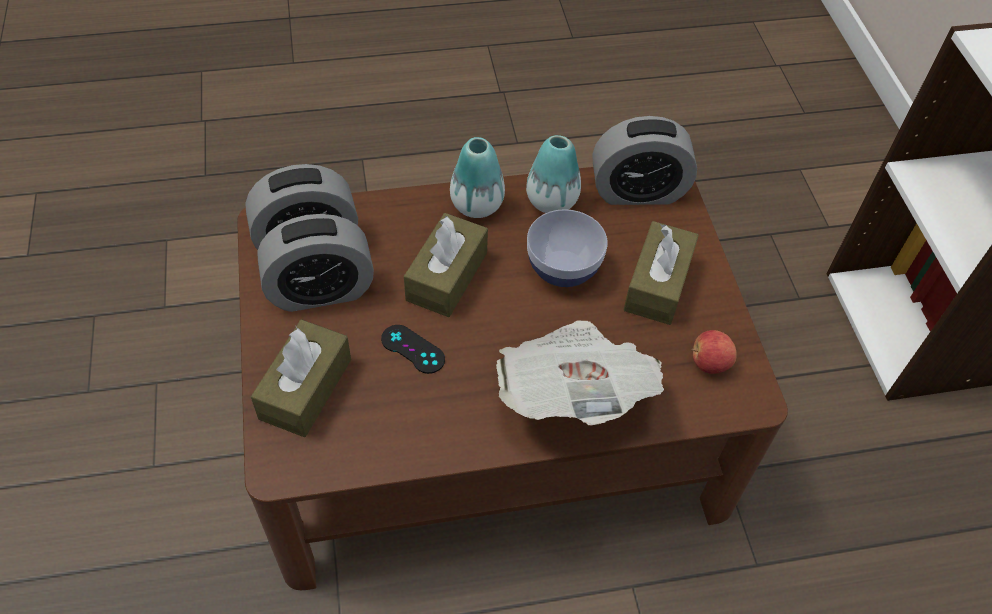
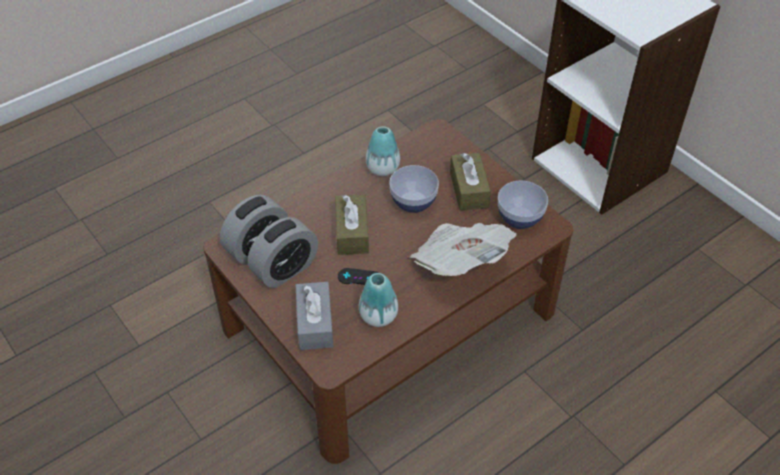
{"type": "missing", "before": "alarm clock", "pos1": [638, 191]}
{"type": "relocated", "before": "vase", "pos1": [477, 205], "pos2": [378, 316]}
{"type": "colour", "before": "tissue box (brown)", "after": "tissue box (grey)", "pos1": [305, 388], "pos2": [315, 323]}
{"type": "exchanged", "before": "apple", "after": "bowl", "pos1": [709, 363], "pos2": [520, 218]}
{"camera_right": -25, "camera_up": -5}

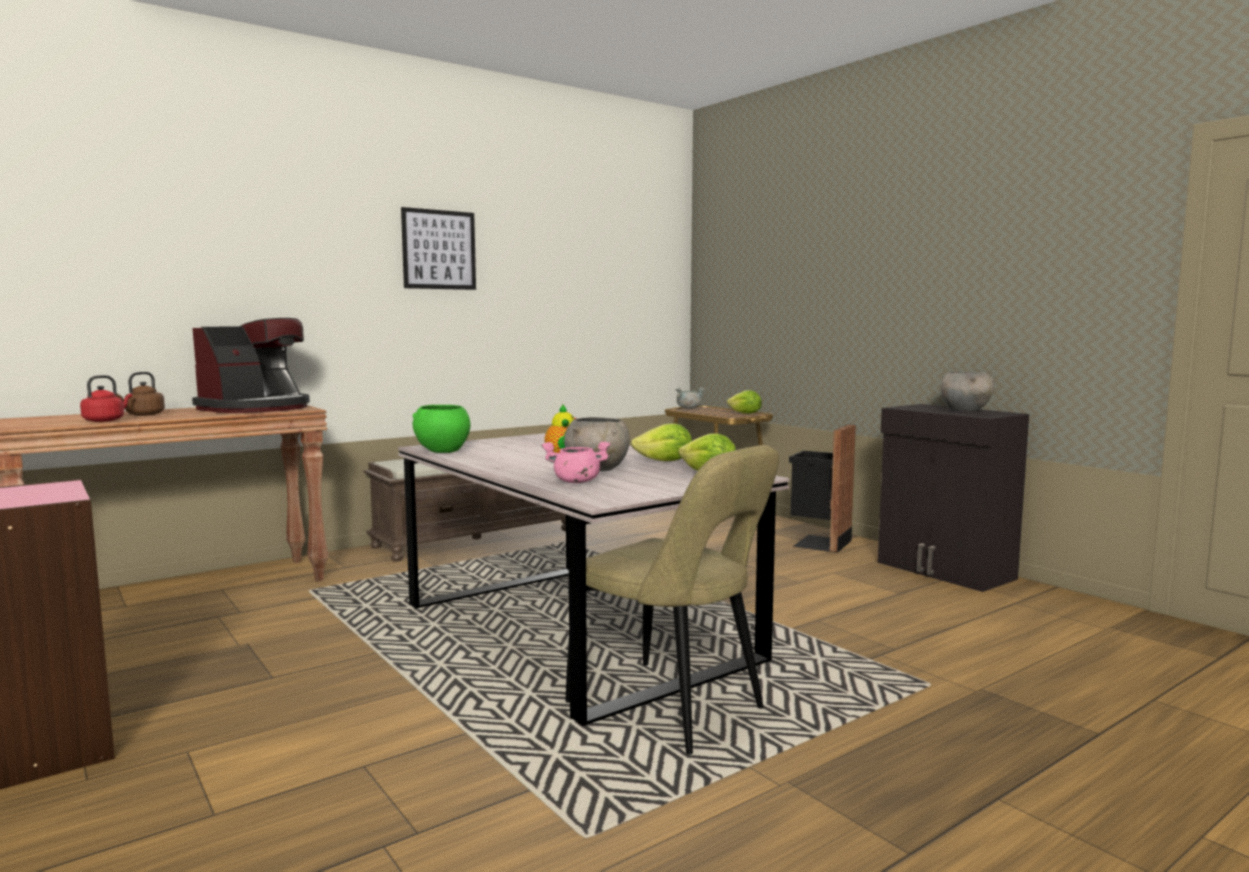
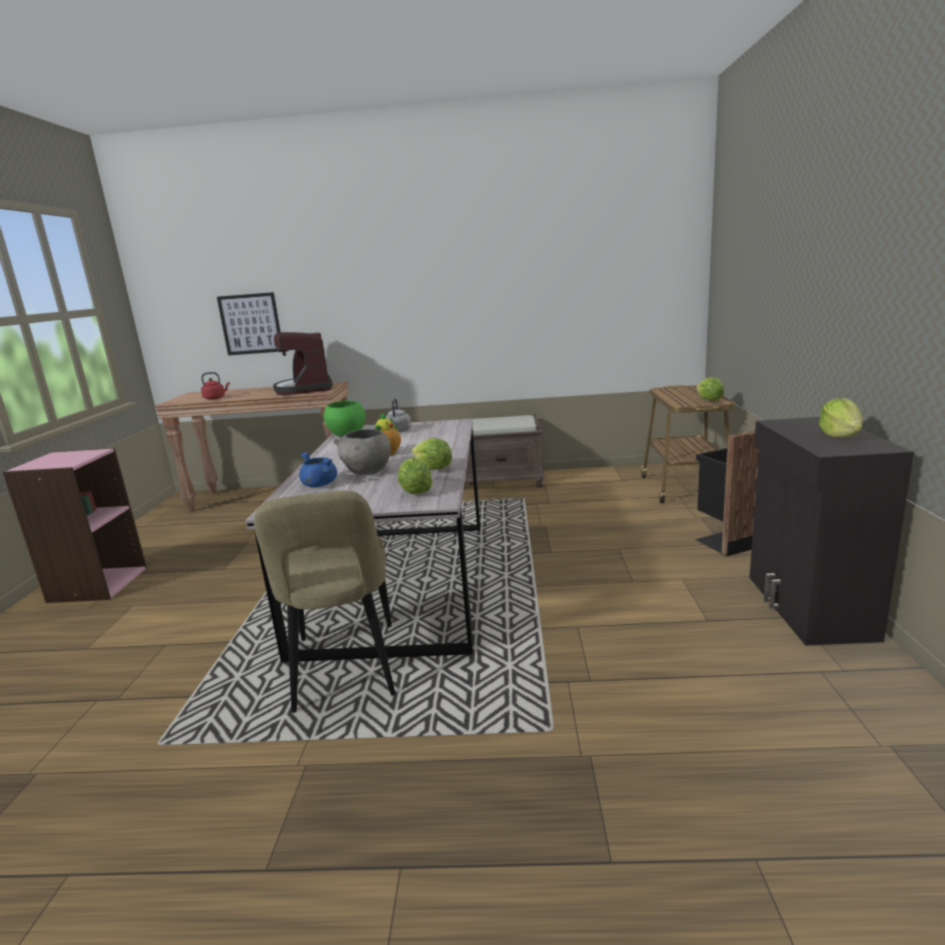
{"type": "relocated", "before": "picture", "pos1": [439, 249], "pos2": [250, 324]}
{"type": "spun", "before": "coffee machine", "pos1": [256, 408], "pos2": [305, 389], "turn": 90}
{"type": "missing", "before": "kettle (brown)", "pos1": [143, 415]}
{"type": "exchanged", "before": "bowl (grey)", "after": "lettuce", "pos1": [965, 410], "pos2": [840, 436]}
{"type": "missing", "before": "cooking pot (grey)", "pos1": [689, 408]}
{"type": "colour", "before": "cooking pot (pink)", "after": "cooking pot (blue)", "pos1": [575, 482], "pos2": [319, 485]}
{"type": "appeared", "after": "kettle (grey)", "pos2": [398, 431]}
{"camera_right": 40, "camera_up": 10}

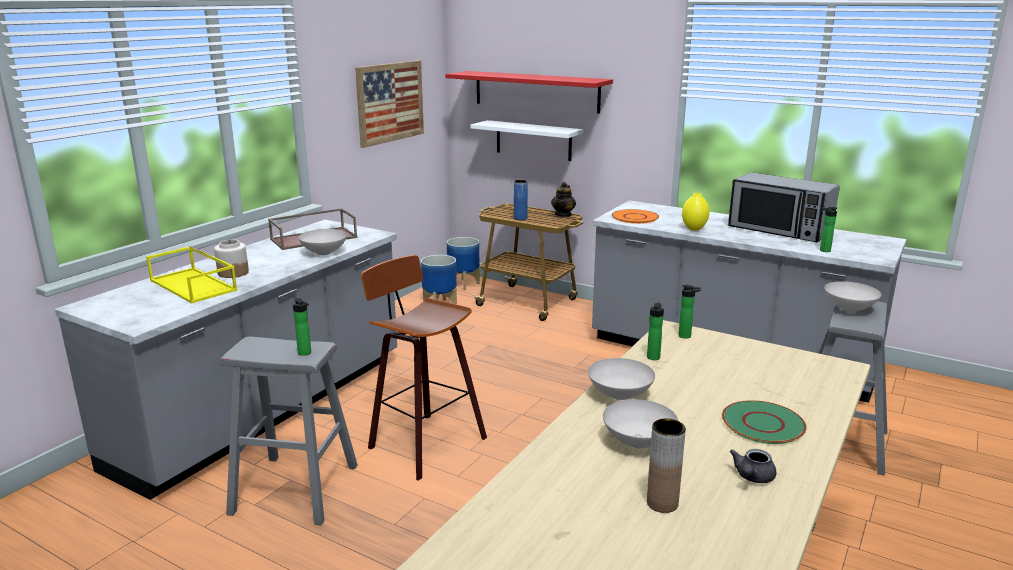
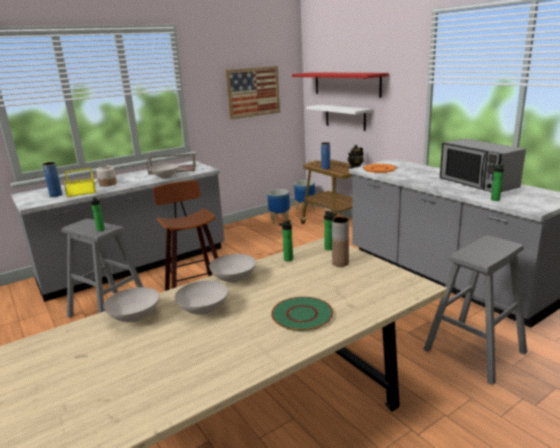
{"type": "missing", "before": "vase (yellow)", "pos1": [694, 229]}
{"type": "relocated", "before": "bowl (white)", "pos1": [848, 308], "pos2": [135, 317]}
{"type": "relocated", "before": "vase (brown)", "pos1": [662, 503], "pos2": [340, 263]}
{"type": "missing", "before": "teapot (grey)", "pos1": [752, 477]}
{"type": "appeared", "after": "vase (blue)", "pos2": [56, 195]}
{"camera_right": 25, "camera_up": 0}

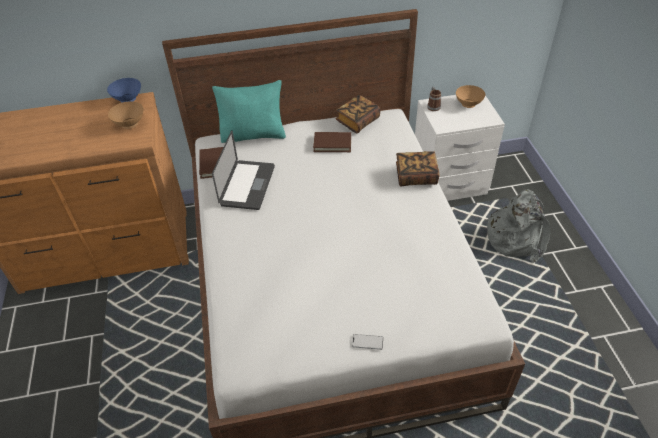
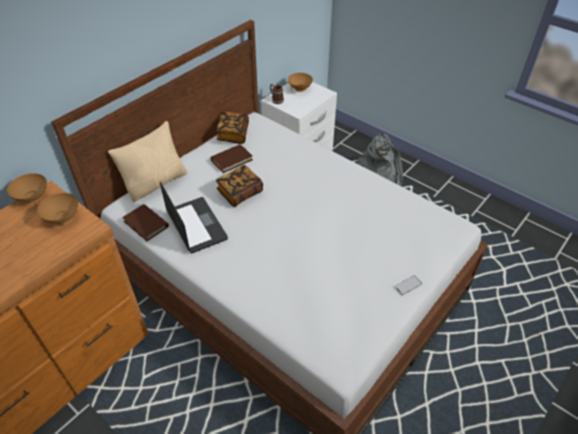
{"type": "colour", "before": "bowl (blue)", "after": "bowl (brown)", "pos1": [128, 100], "pos2": [32, 198]}
{"type": "colour", "before": "pillow (turquoise)", "after": "pillow (beige)", "pos1": [254, 135], "pos2": [156, 183]}
{"type": "relocated", "before": "book", "pos1": [416, 176], "pos2": [240, 193]}
{"camera_right": -40, "camera_up": 0}

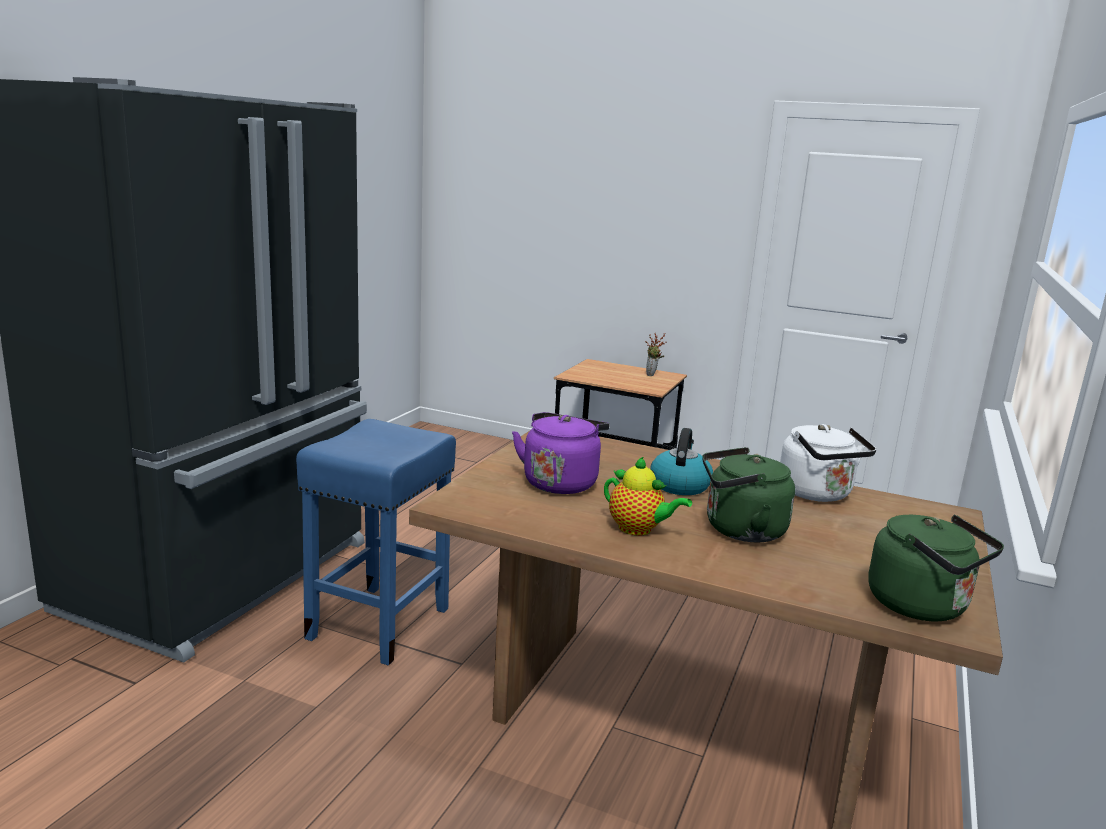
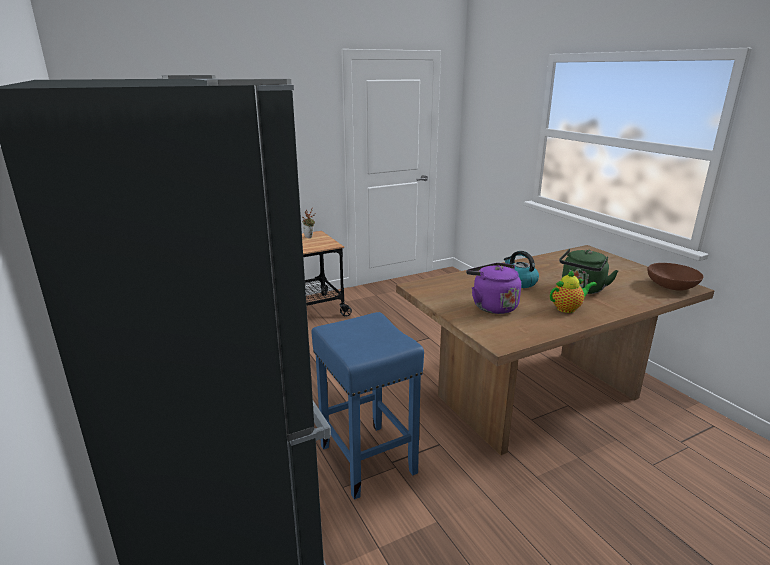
{"type": "missing", "before": "kettle (white)", "pos1": [818, 494]}
{"type": "exchanged", "before": "kettle (green)", "after": "bowl (brown)", "pos1": [923, 606], "pos2": [671, 286]}
{"camera_right": -50, "camera_up": 5}

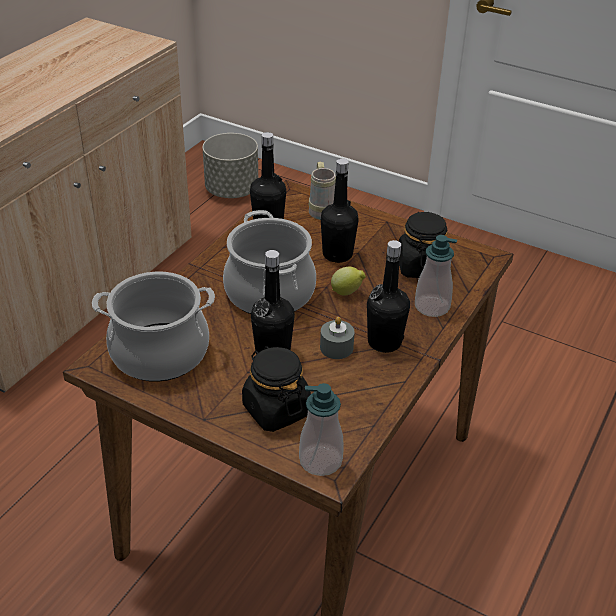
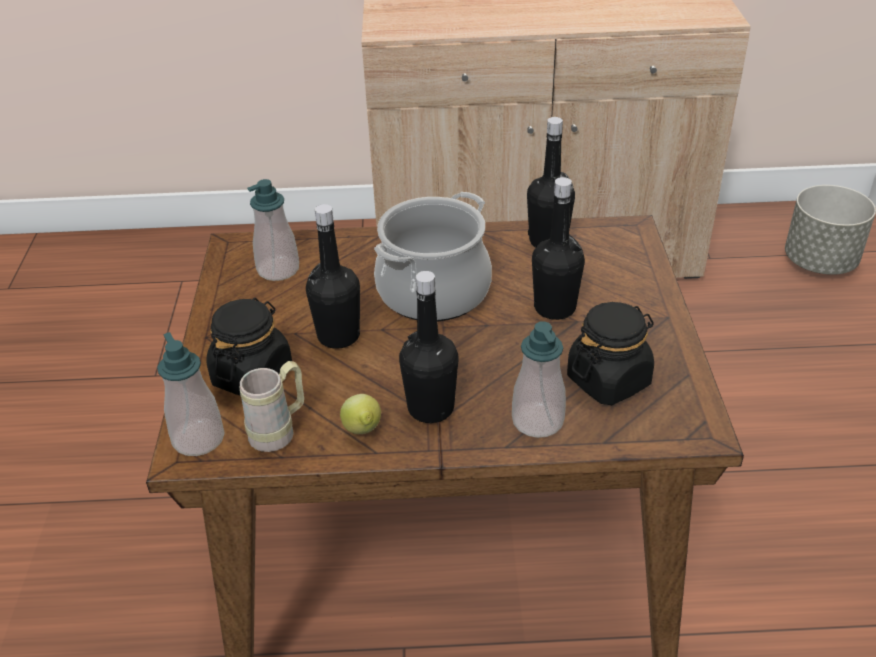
{"type": "relocated", "before": "mug (beige)", "pos1": [321, 209], "pos2": [280, 432]}
{"type": "relocated", "before": "lemon", "pos1": [347, 292], "pos2": [363, 431]}
{"type": "exchanged", "before": "cooking pot", "after": "soap dispenser", "pos1": [160, 352], "pos2": [278, 269]}
{"type": "missing", "before": "candle (grey)", "pos1": [336, 347]}
{"camera_right": 60, "camera_up": 0}

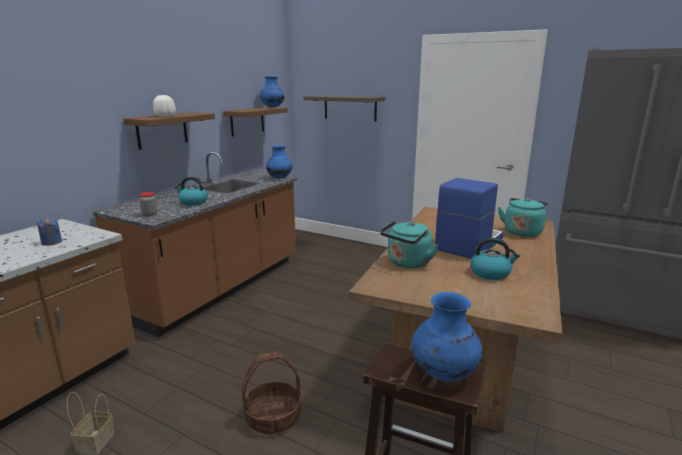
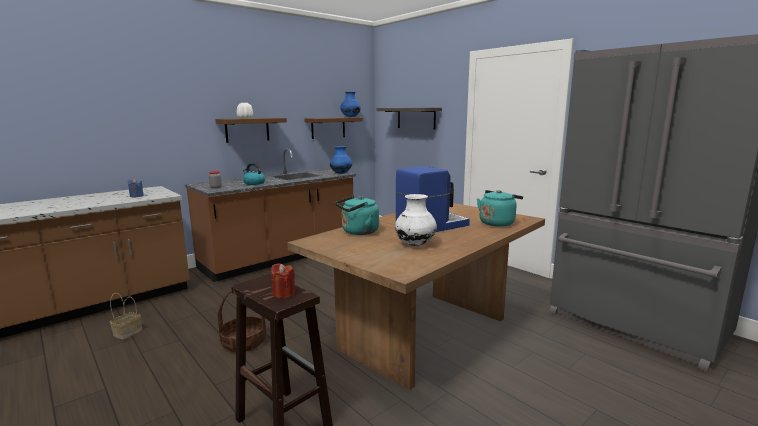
{"type": "exchanged", "before": "kettle", "after": "vase (white)", "pos1": [491, 273], "pos2": [415, 244]}
{"type": "exchanged", "before": "vase (blue)", "after": "candle (red)", "pos1": [443, 373], "pos2": [283, 293]}
{"camera_right": 20, "camera_up": -5}

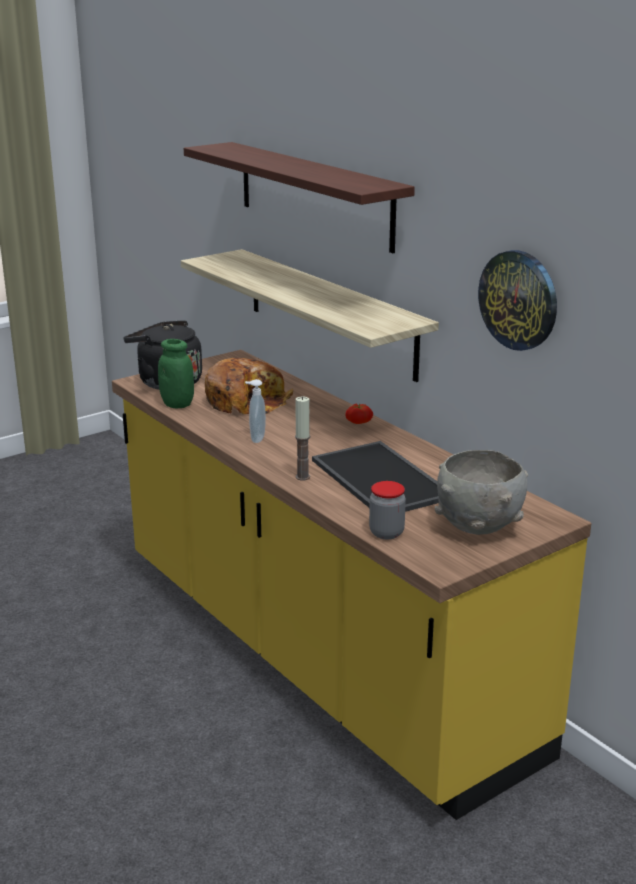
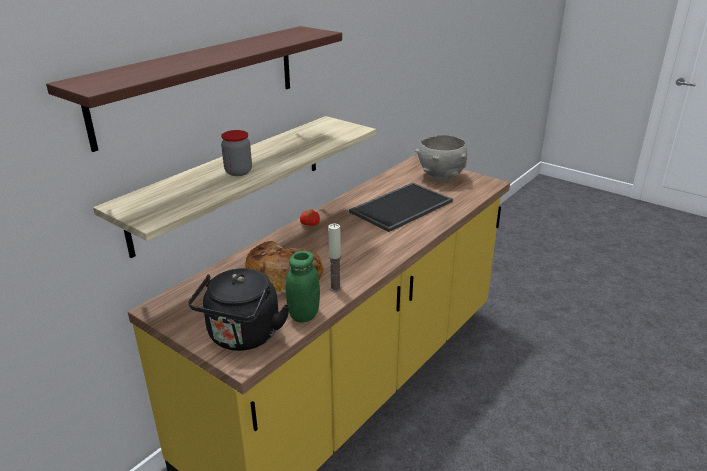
{"type": "missing", "before": "wall clock", "pos1": [519, 300]}
{"type": "missing", "before": "soap dispenser", "pos1": [256, 438]}
{"type": "relocated", "before": "candle", "pos1": [302, 477], "pos2": [335, 288]}
{"type": "relocated", "before": "jar", "pos1": [386, 533], "pos2": [238, 172]}
{"camera_right": -105, "camera_up": 5}

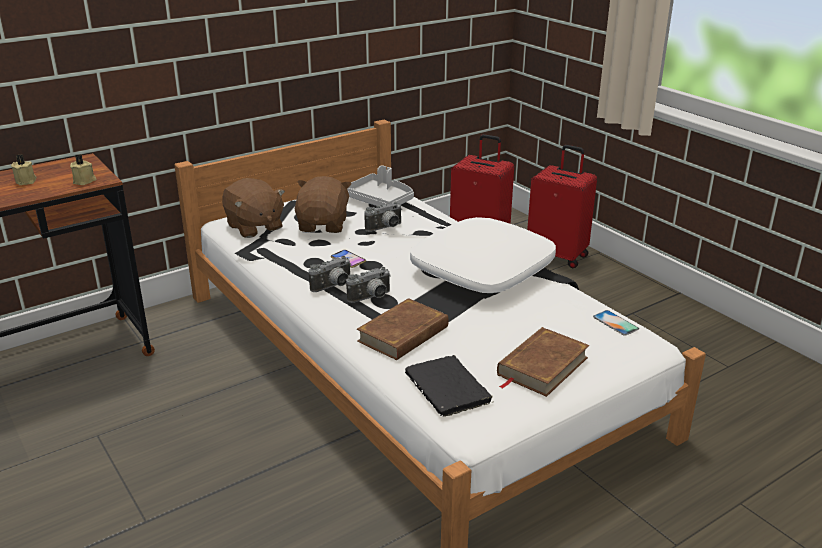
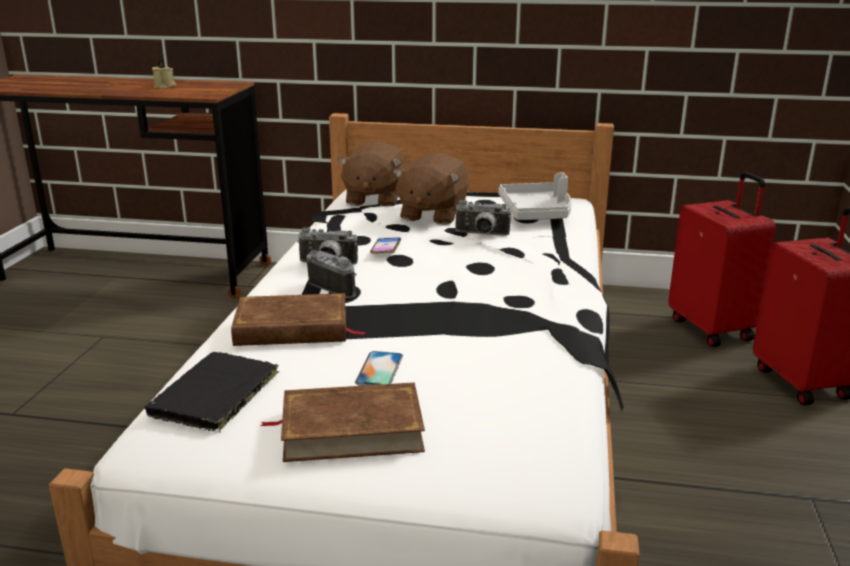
{"type": "missing", "before": "candle (beige)", "pos1": [85, 181]}
{"type": "spun", "before": "plush toy (brown)", "pos1": [324, 225], "pos2": [432, 215], "turn": 150}
{"type": "missing", "before": "pillow (white)", "pos1": [482, 269]}
{"type": "spun", "before": "photo camera", "pos1": [371, 298], "pos2": [337, 286], "turn": -150}
{"type": "relocated", "before": "phone", "pos1": [615, 323], "pos2": [379, 369]}
{"camera_right": 45, "camera_up": -5}

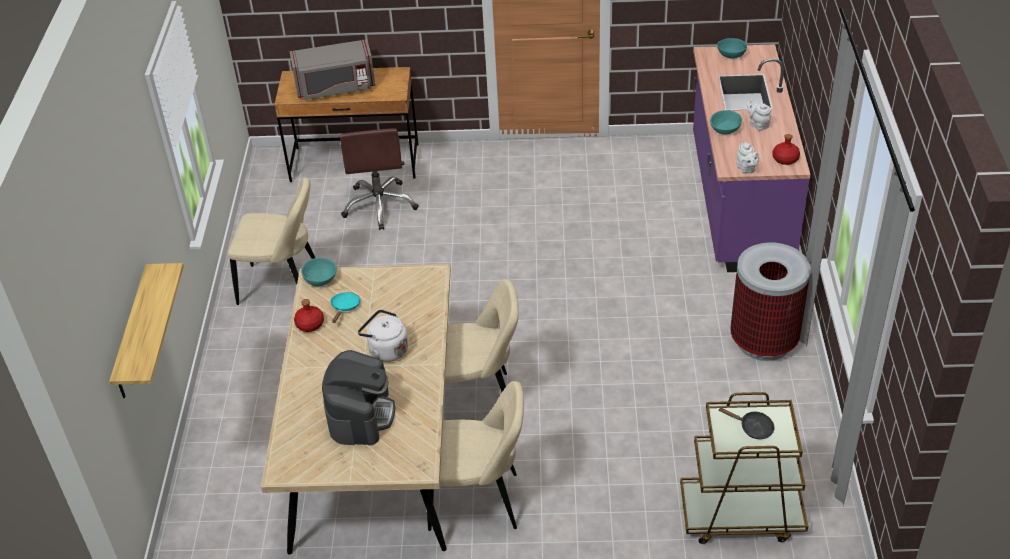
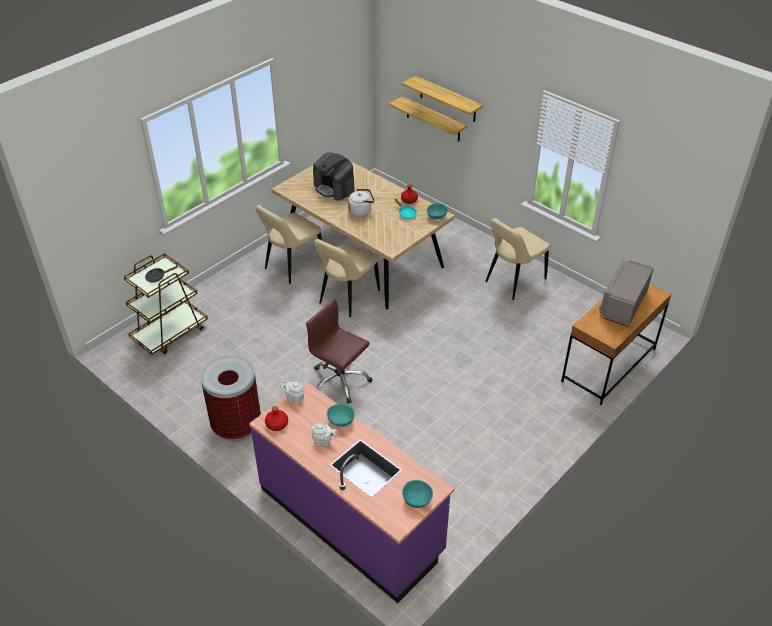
{"type": "relocated", "before": "office chair (brown)", "pos1": [380, 205], "pos2": [339, 381]}
{"type": "appeared", "after": "shelf", "pos2": [447, 99]}
{"camera_right": 130, "camera_up": 0}

